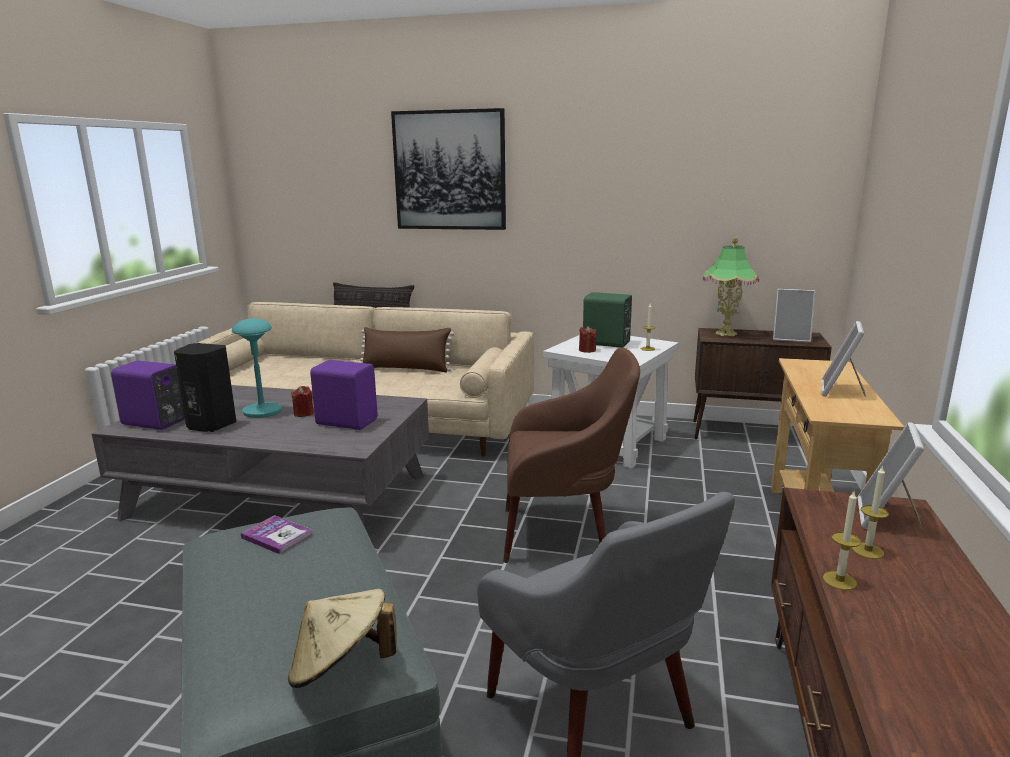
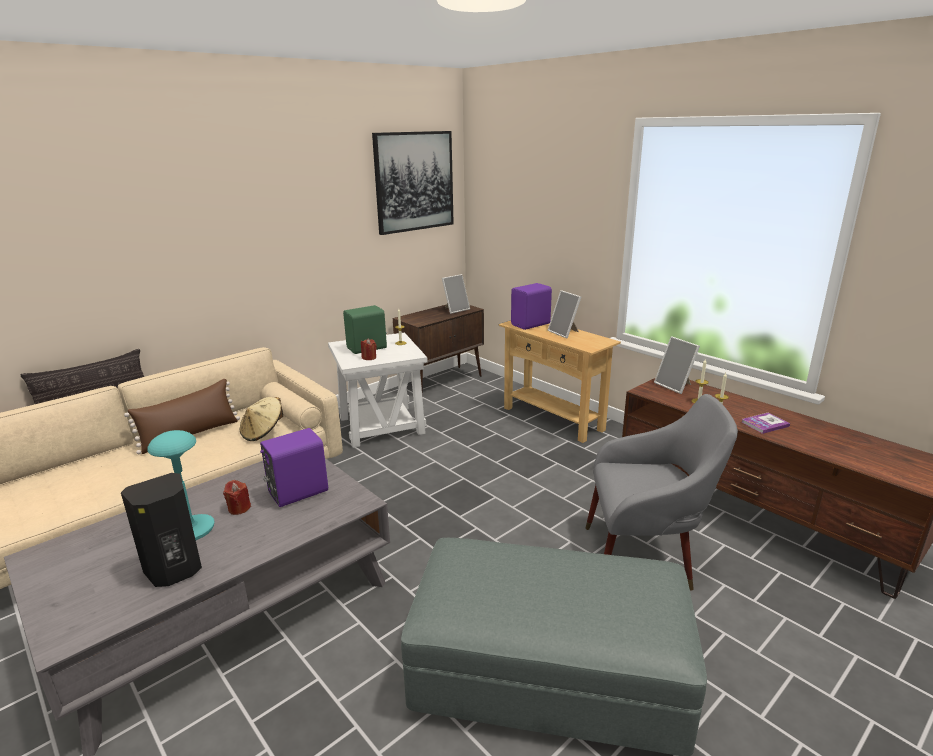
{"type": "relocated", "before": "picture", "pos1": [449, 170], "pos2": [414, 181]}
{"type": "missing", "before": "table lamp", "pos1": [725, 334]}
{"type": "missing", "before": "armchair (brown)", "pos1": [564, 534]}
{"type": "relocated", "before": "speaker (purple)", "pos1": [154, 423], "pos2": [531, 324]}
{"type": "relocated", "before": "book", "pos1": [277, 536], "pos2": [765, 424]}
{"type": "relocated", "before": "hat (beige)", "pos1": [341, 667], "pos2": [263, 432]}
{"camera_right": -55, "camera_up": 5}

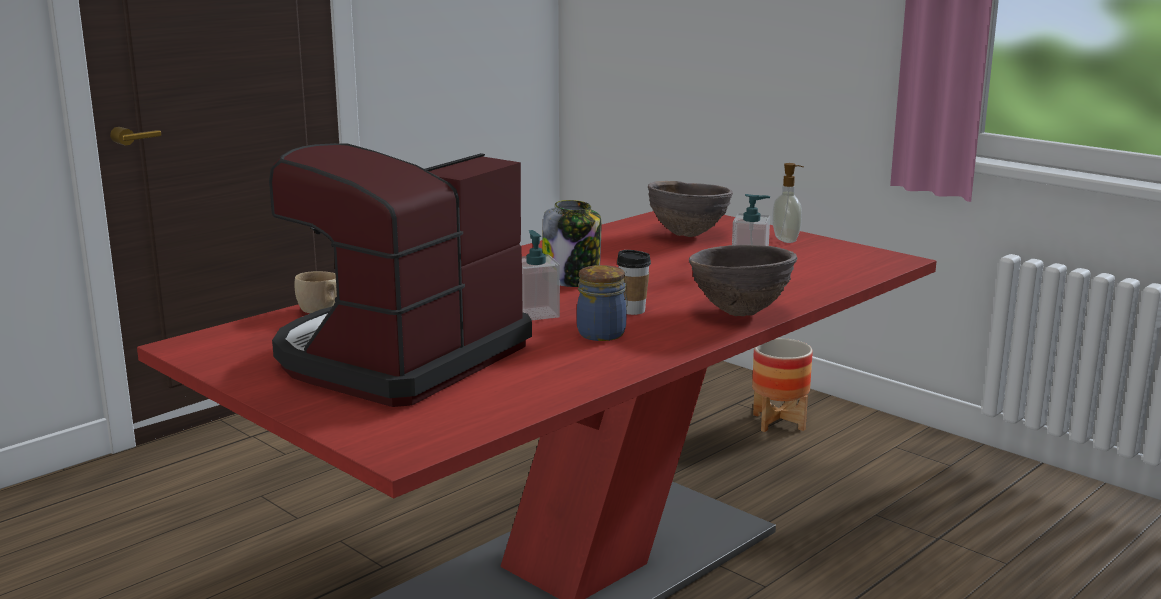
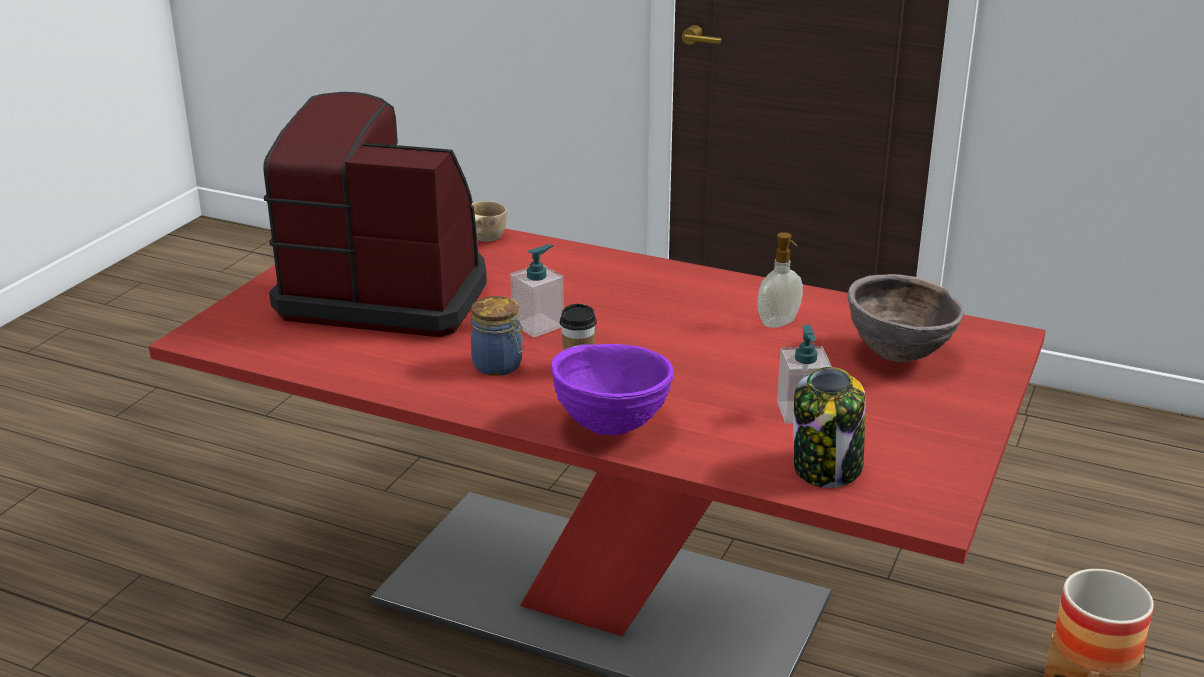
{"type": "relocated", "before": "soap dispenser", "pos1": [786, 240], "pos2": [779, 323]}
{"type": "relocated", "before": "jar", "pos1": [572, 279], "pos2": [827, 468]}
{"type": "colour", "before": "bowl (brown)", "after": "bowl (purple)", "pos1": [740, 313], "pos2": [611, 428]}
{"camera_right": 70, "camera_up": 10}

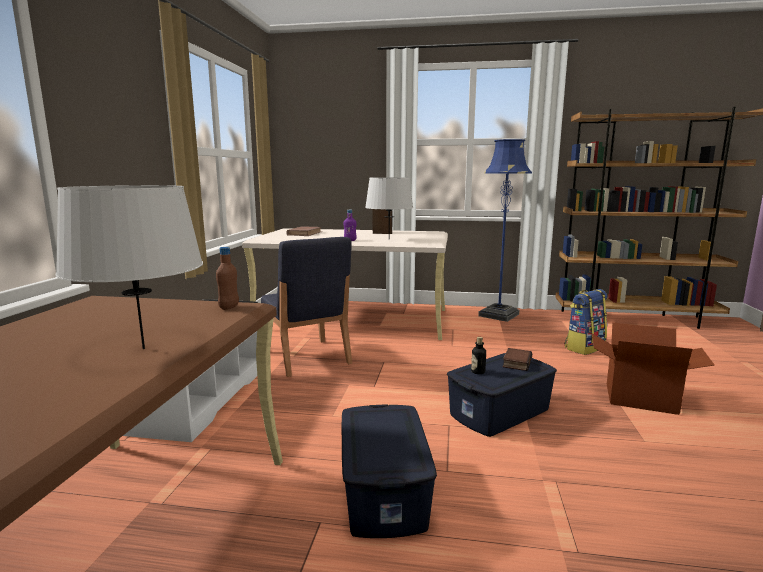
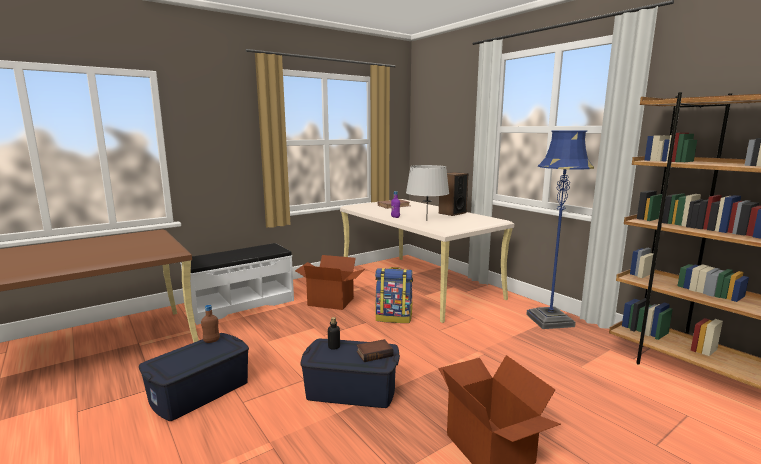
{"type": "missing", "before": "table lamp (grey)", "pos1": [144, 348]}
{"type": "exchanged", "before": "chair (blue)", "after": "cardboard box", "pos1": [307, 357], "pos2": [331, 301]}
{"type": "relocated", "before": "bottle (brown)", "pos1": [229, 307], "pos2": [211, 341]}
{"type": "relocated", "before": "backpack", "pos1": [584, 347], "pos2": [394, 318]}
{"camera_right": 45, "camera_up": 0}

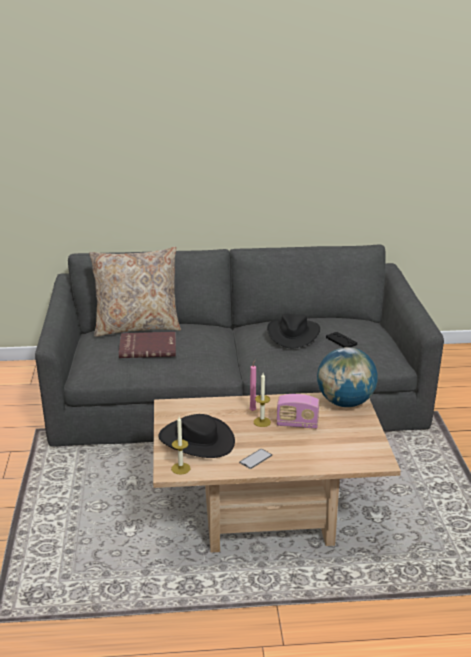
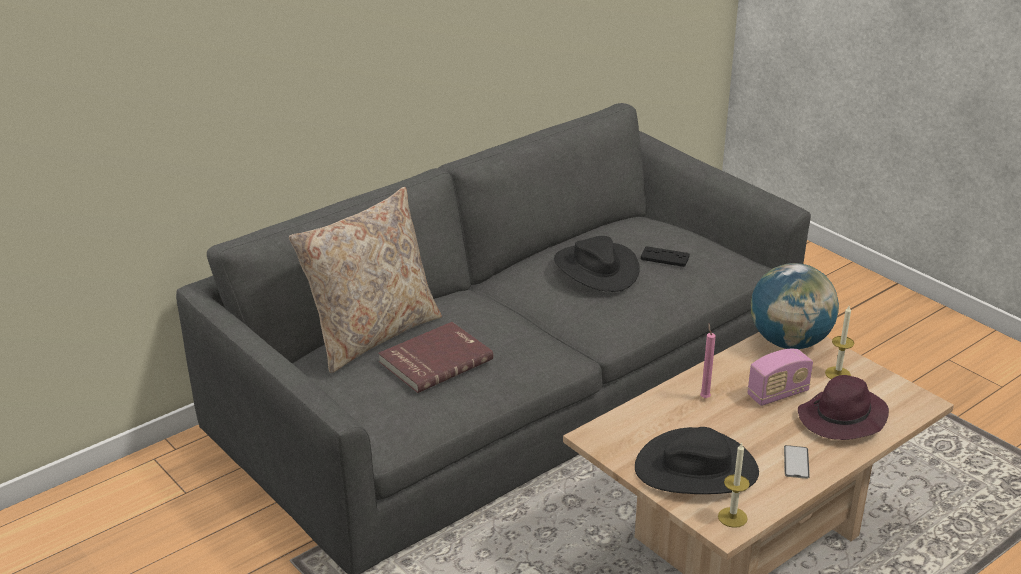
{"type": "relocated", "before": "candle", "pos1": [262, 422], "pos2": [837, 374]}
{"type": "appeared", "after": "hat (purple)", "pos2": [842, 419]}
{"camera_right": -35, "camera_up": 5}

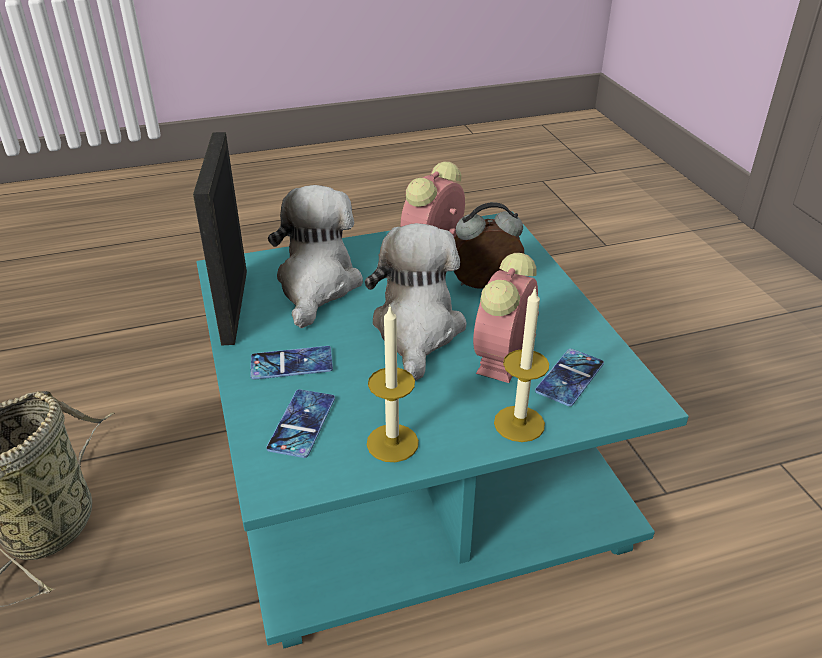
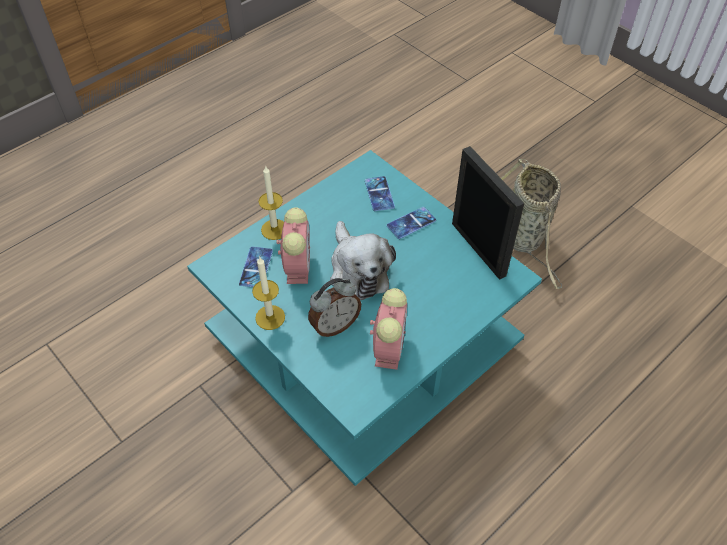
{"type": "missing", "before": "plush toy", "pos1": [317, 285]}
{"type": "relocated", "before": "candle", "pos1": [392, 443], "pos2": [270, 317]}
{"camera_right": 155, "camera_up": 15}

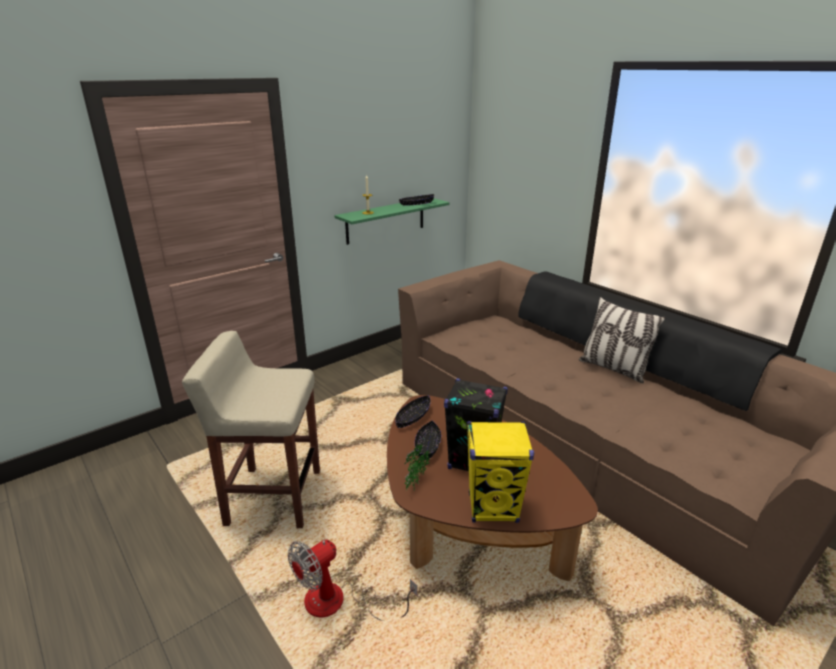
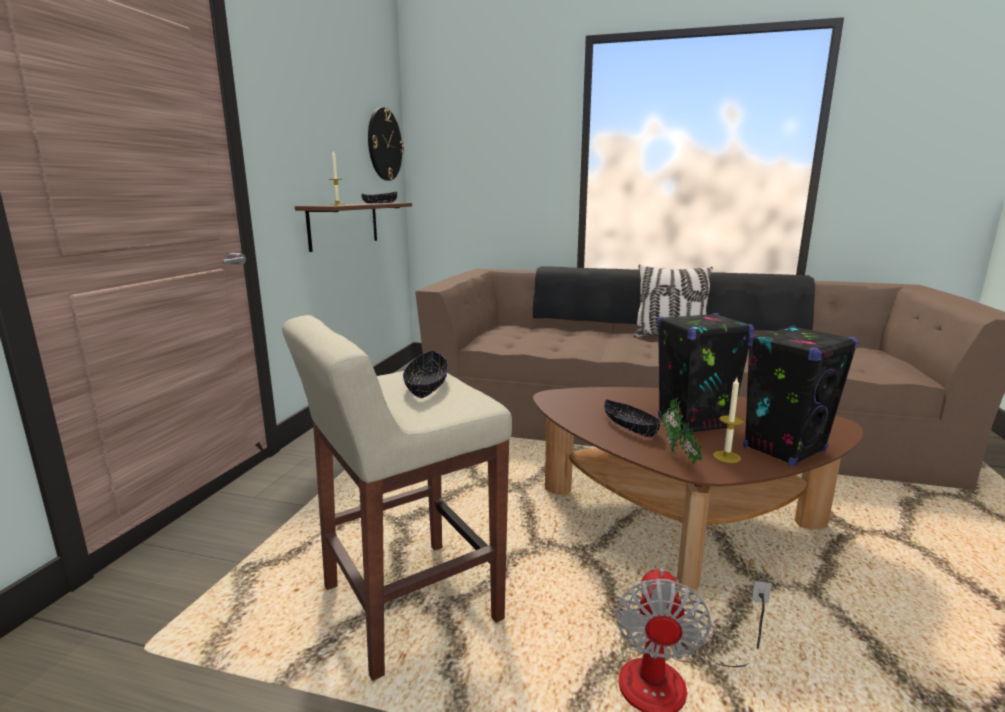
{"type": "colour", "before": "shelf (green)", "after": "shelf (brown)", "pos1": [385, 220], "pos2": [344, 225]}
{"type": "relocated", "before": "bowl (black)", "pos1": [413, 418], "pos2": [426, 385]}
{"type": "colour", "before": "speaker (yellow)", "after": "speaker (black)", "pos1": [493, 508], "pos2": [784, 449]}
{"type": "appeared", "after": "wall clock", "pos2": [384, 144]}
{"type": "appeared", "after": "candle", "pos2": [726, 457]}
{"camera_right": -35, "camera_up": -10}

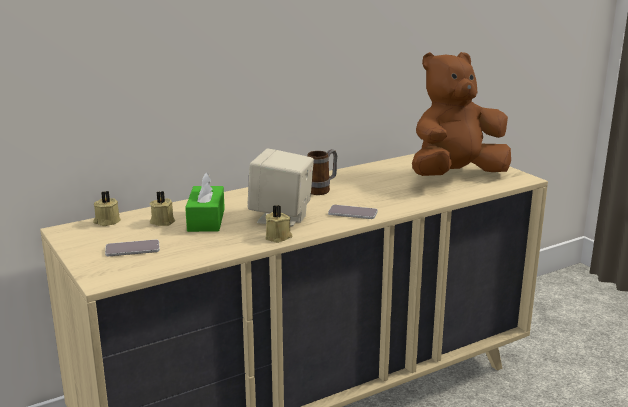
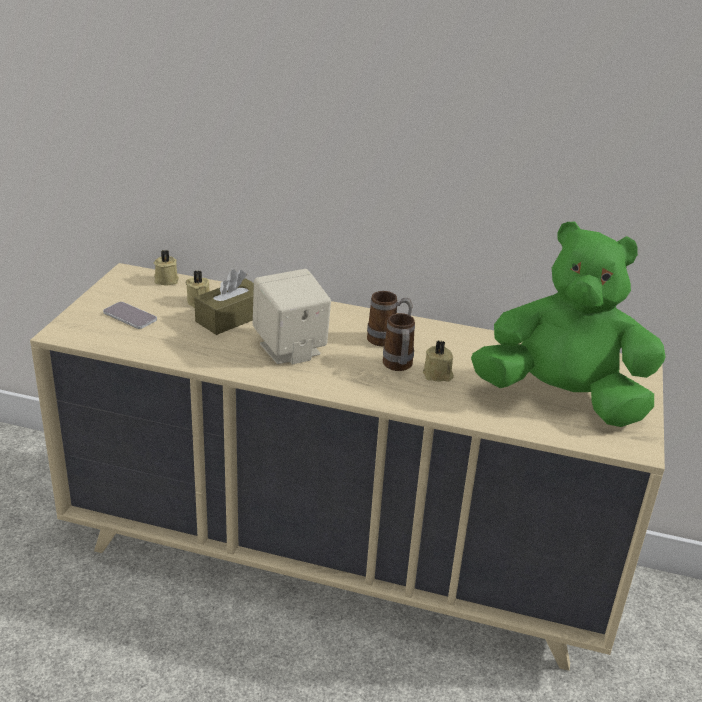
{"type": "colour", "before": "plush toy (brown)", "after": "plush toy (green)", "pos1": [455, 176], "pos2": [562, 399]}
{"type": "colour", "before": "tissue box (green)", "after": "tissue box (brown)", "pos1": [206, 220], "pos2": [231, 318]}
{"type": "relocated", "before": "candle (beige)", "pos1": [279, 237], "pos2": [438, 375]}
{"type": "missing", "before": "phone", "pos1": [352, 213]}
{"type": "appeared", "after": "mug", "pos2": [398, 367]}
{"camera_right": 45, "camera_up": 10}

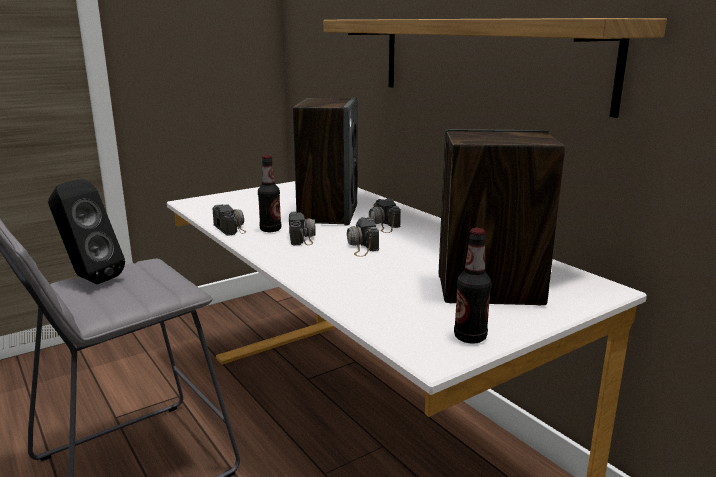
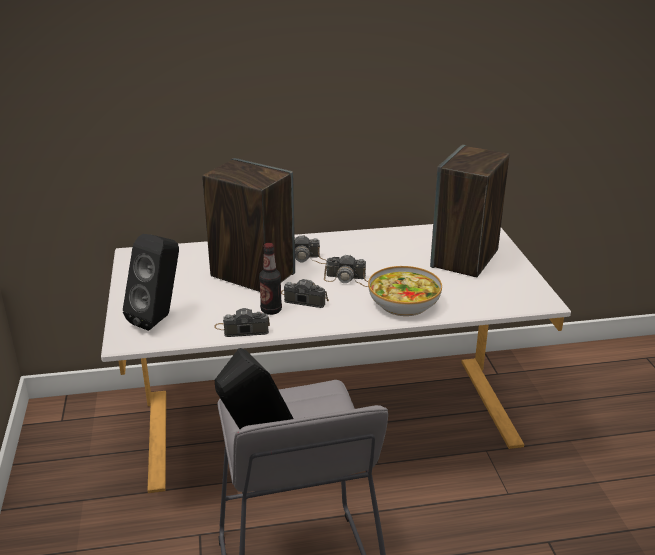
{"type": "missing", "before": "shelf", "pos1": [485, 60]}
{"type": "missing", "before": "bottle", "pos1": [470, 337]}
{"type": "appeared", "after": "speaker (black)", "pos2": [159, 319]}
{"type": "appeared", "after": "bowl", "pos2": [403, 303]}
{"camera_right": -65, "camera_up": 10}

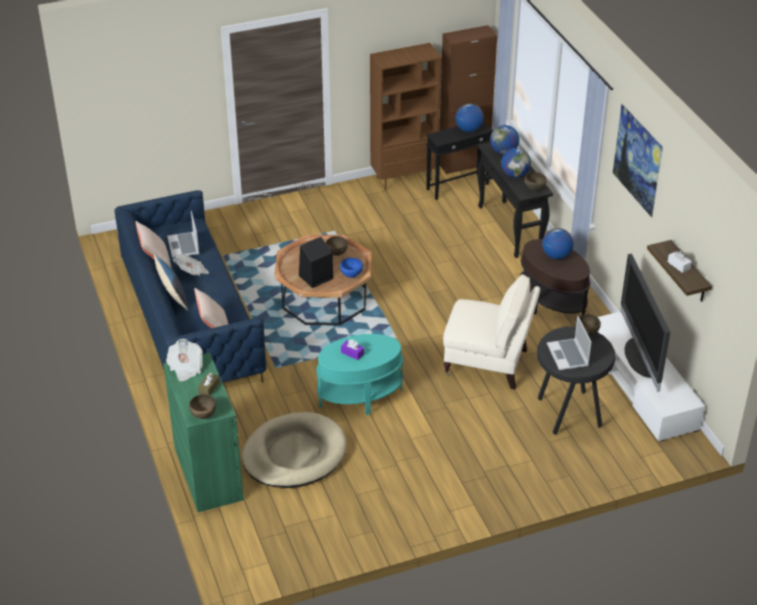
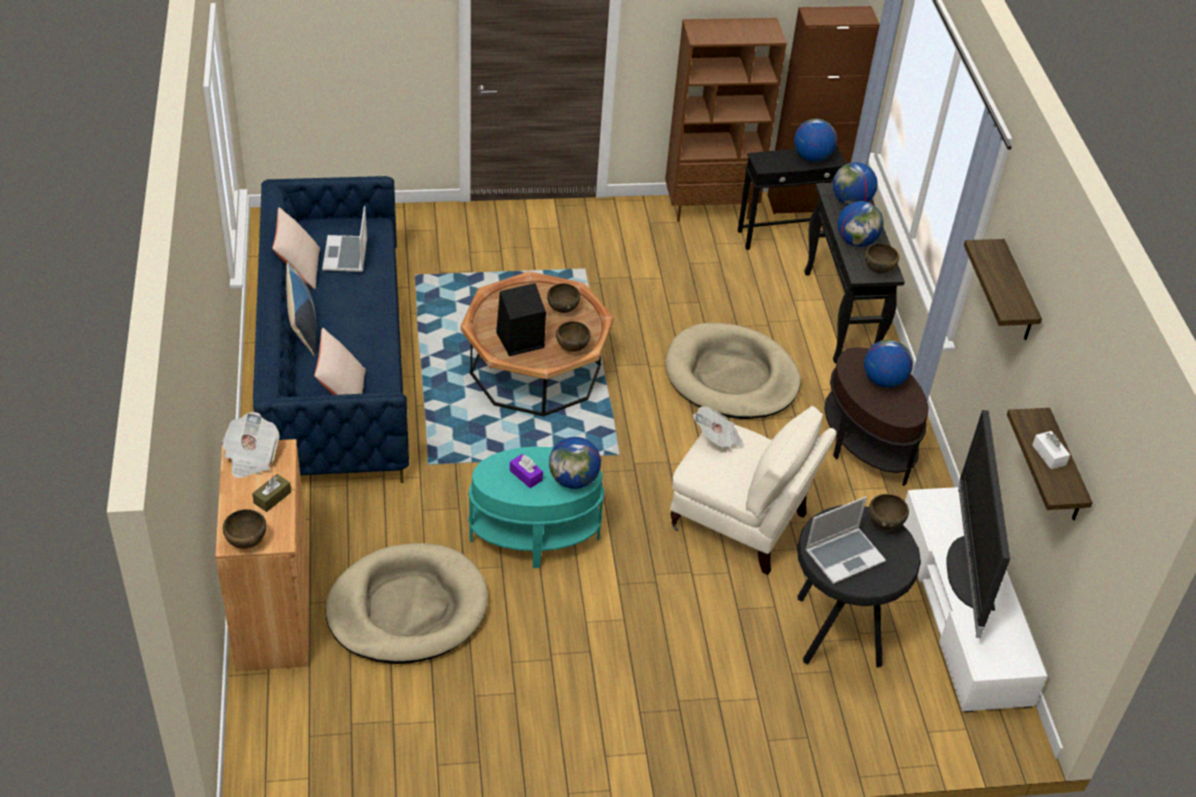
{"type": "exchanged", "before": "picture", "after": "shelf", "pos1": [634, 177], "pos2": [1017, 293]}
{"type": "relocated", "before": "newspaper", "pos1": [192, 272], "pos2": [717, 438]}
{"type": "colour", "before": "bowl (blue)", "after": "bowl (brown)", "pos1": [351, 276], "pos2": [571, 348]}
{"type": "spun", "before": "laptop", "pos1": [568, 356], "pos2": [844, 555], "turn": -120}
{"type": "colour", "before": "cabinet (green)", "after": "cabinet (brown)", "pos1": [208, 473], "pos2": [273, 611]}
{"type": "appeared", "after": "dog bed (beige)", "pos2": [731, 377]}
{"type": "appeared", "after": "globe", "pos2": [574, 480]}
{"camera_right": 10, "camera_up": 5}

